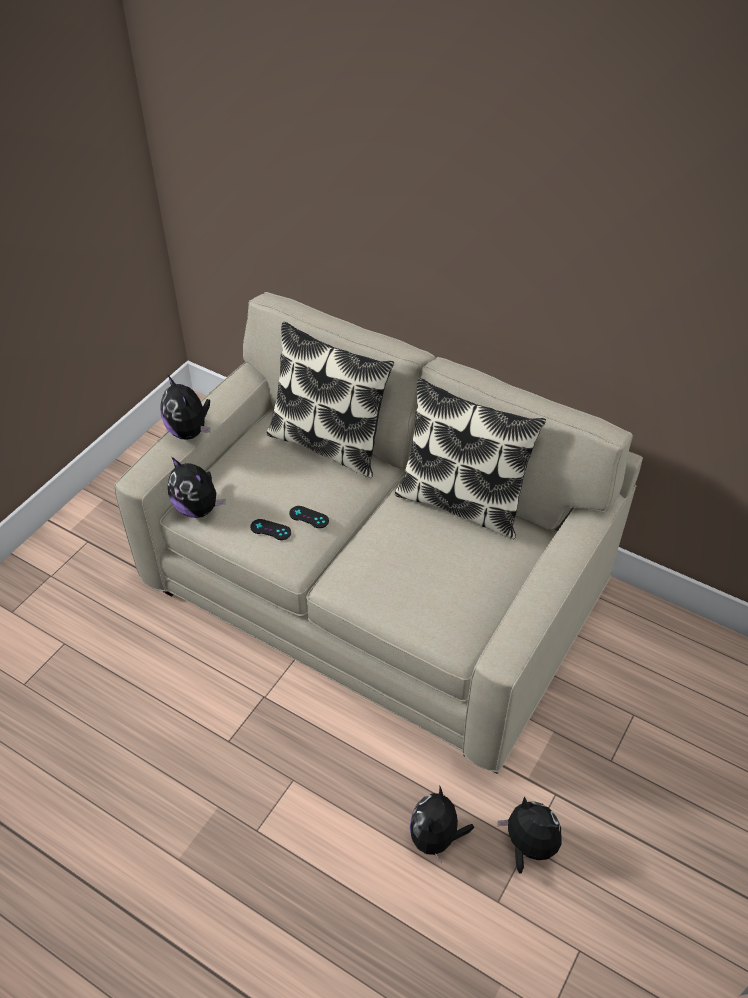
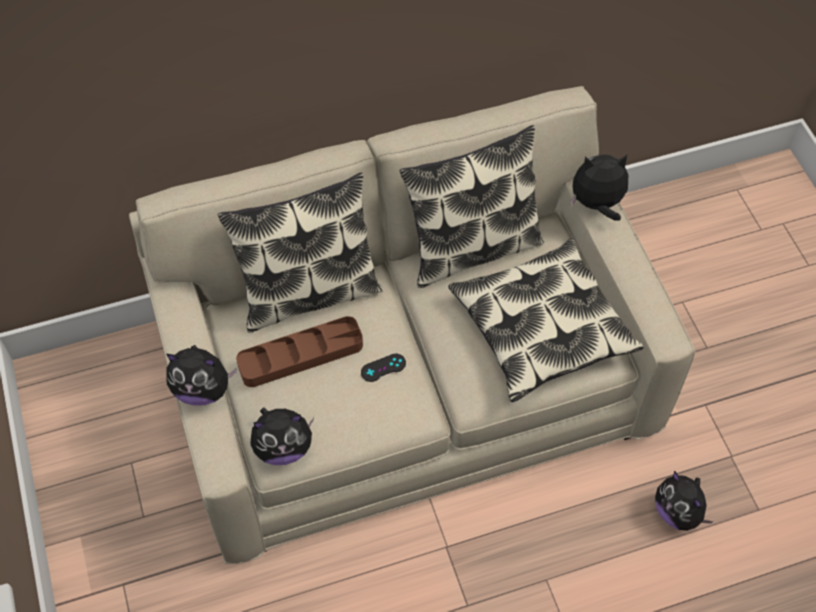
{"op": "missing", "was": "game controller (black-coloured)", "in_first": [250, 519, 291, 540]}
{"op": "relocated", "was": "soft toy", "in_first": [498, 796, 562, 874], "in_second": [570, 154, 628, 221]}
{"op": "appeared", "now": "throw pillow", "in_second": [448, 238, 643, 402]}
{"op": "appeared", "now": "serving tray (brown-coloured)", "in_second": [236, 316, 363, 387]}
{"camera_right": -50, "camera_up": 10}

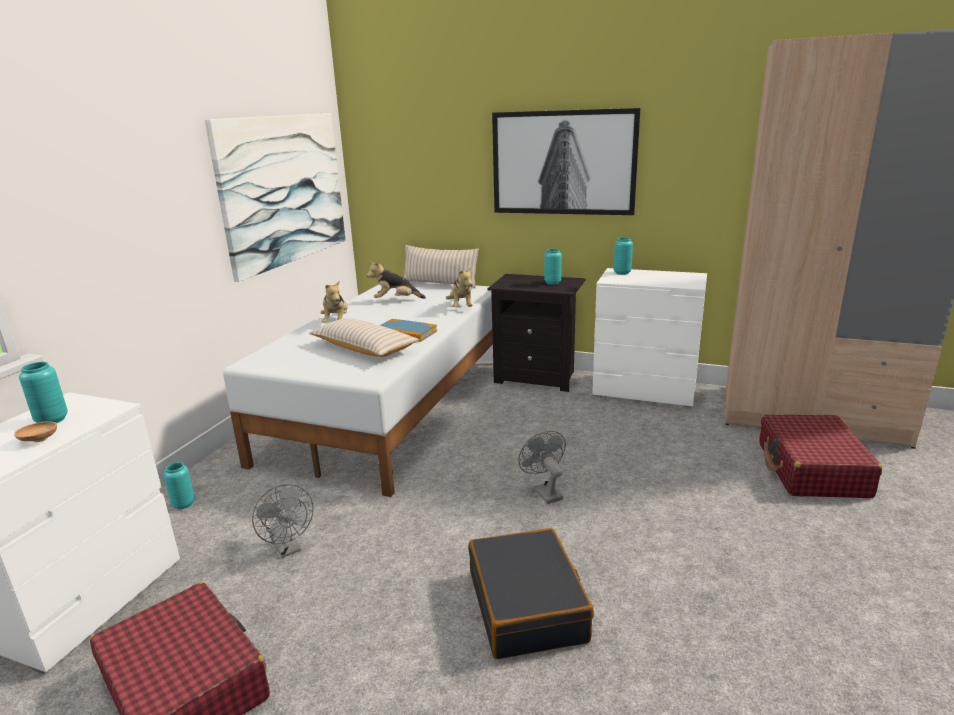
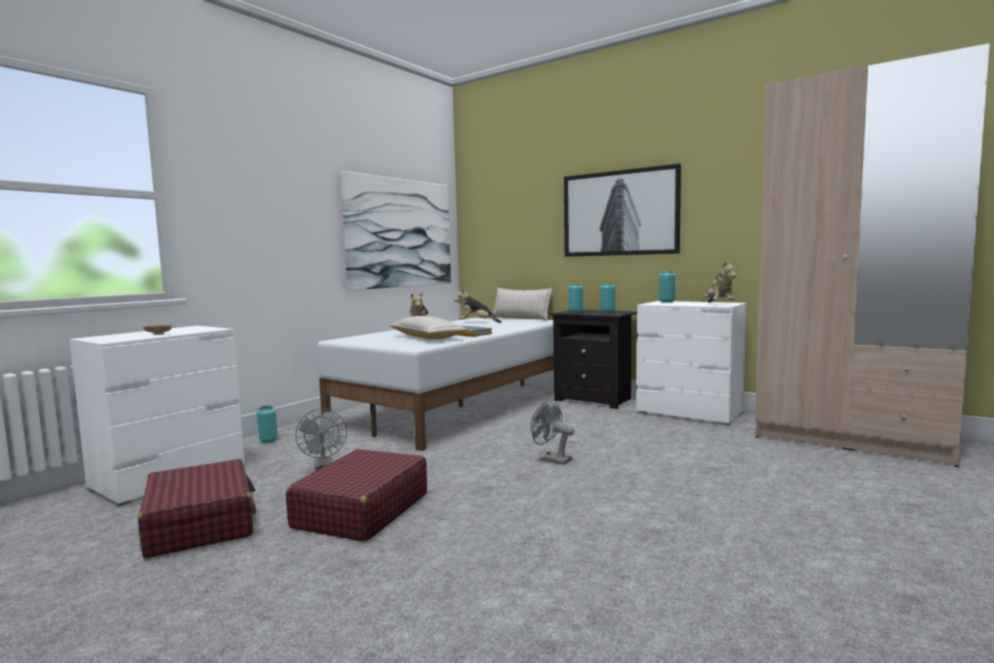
{"op": "relocated", "was": "soft toy", "in_first": [446, 267, 472, 307], "in_second": [704, 261, 736, 303]}
{"op": "relocated", "was": "vase (blue-green)", "in_first": [19, 362, 68, 423], "in_second": [568, 284, 583, 313]}
{"op": "relocated", "was": "travel case (red)", "in_first": [759, 414, 882, 498], "in_second": [286, 449, 427, 542]}
{"op": "spun", "was": "cooling fan (grey)", "in_first": [518, 431, 566, 504], "in_second": [530, 399, 574, 465], "clockwise": -45}
{"op": "missing", "was": "travel case (black-coloured)", "in_first": [468, 528, 594, 659]}
{"camera_right": 15, "camera_up": -15}

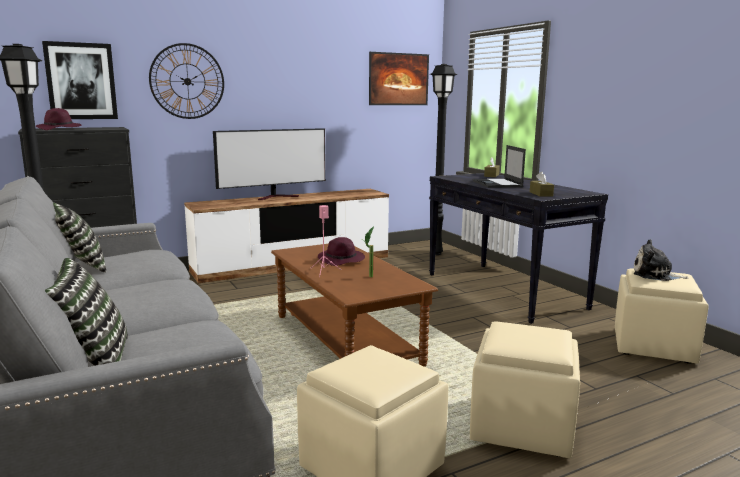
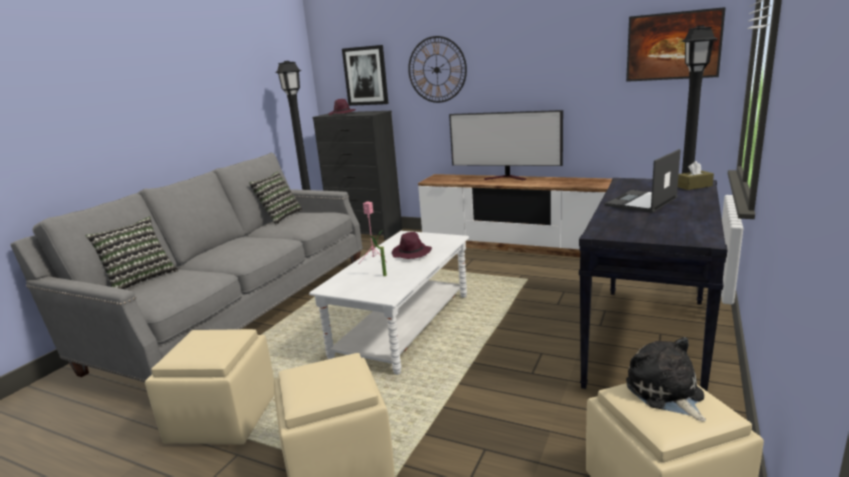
{"op": "missing", "was": "tissue box (brown-coloured)", "in_first": [530, 172, 554, 197]}
{"op": "colour", "was": "lounge table (brown-coloured)", "now": "lounge table (white)", "in_first": [271, 244, 438, 367], "in_second": [309, 231, 469, 375]}
{"camera_right": 55, "camera_up": 5}

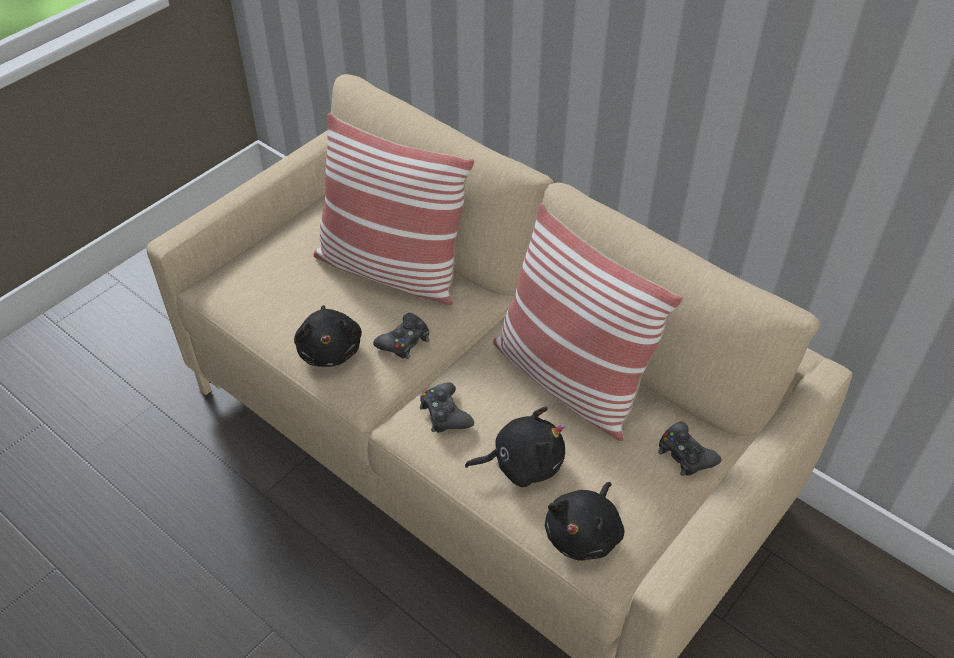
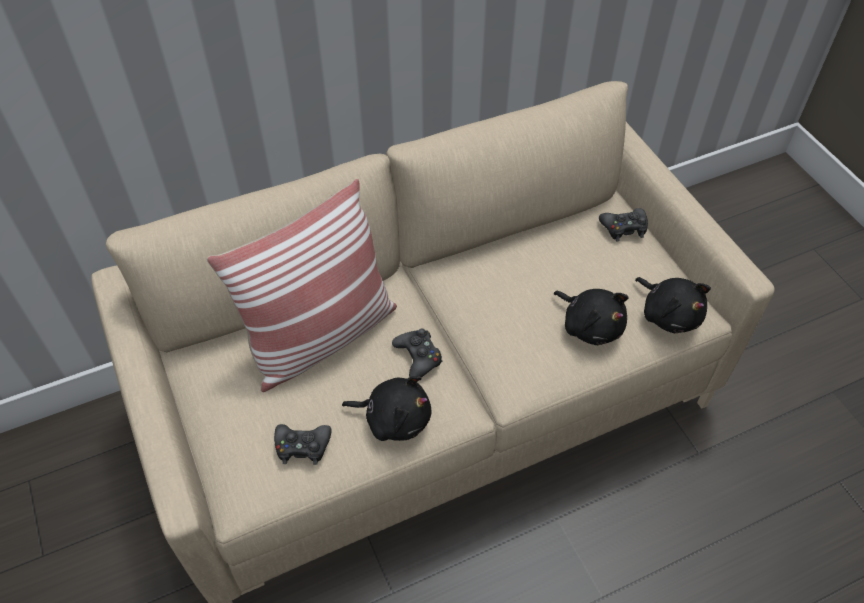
{"op": "missing", "was": "throw pillow", "in_first": [493, 203, 683, 441]}
{"op": "relocated", "was": "game controller (black-coloured)", "in_first": [420, 382, 474, 433], "in_second": [274, 424, 332, 465]}
{"op": "spun", "was": "soft toy (black-coloured)", "in_first": [465, 407, 565, 487], "in_second": [554, 289, 629, 345], "clockwise": 120}
{"camera_right": -65, "camera_up": 5}

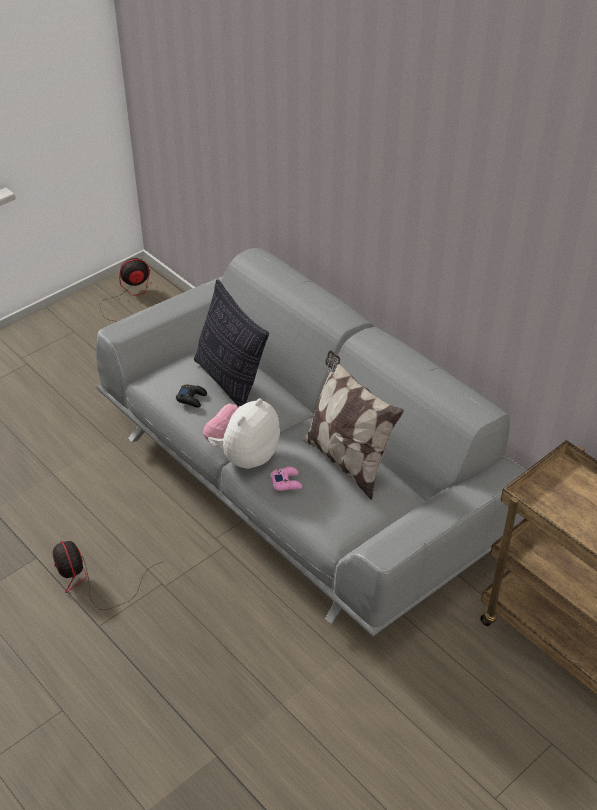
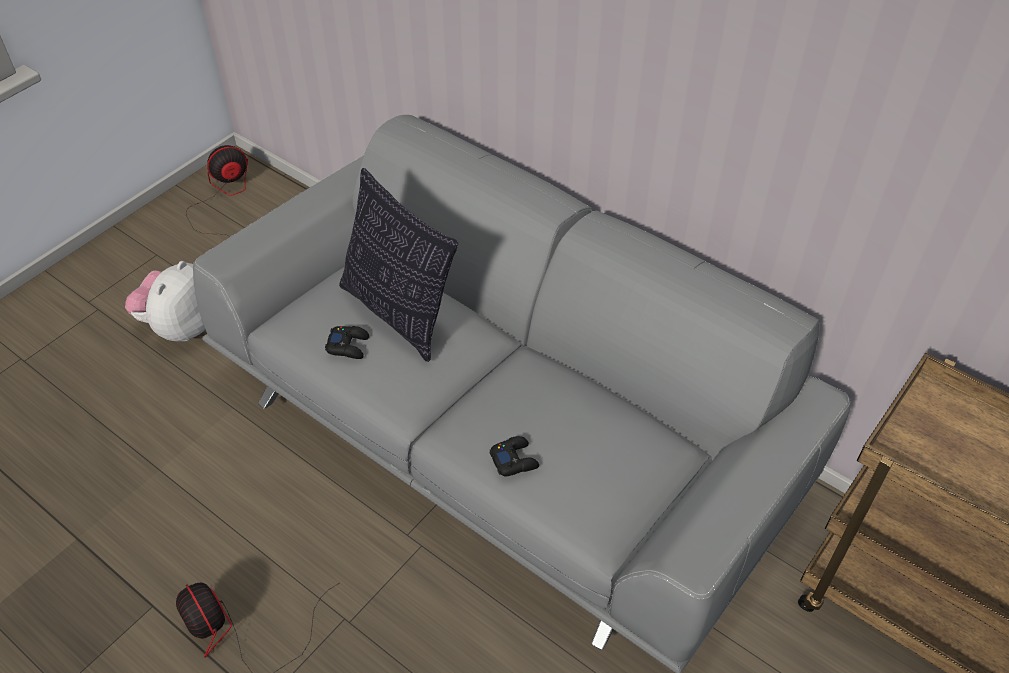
{"op": "missing", "was": "throw pillow", "in_first": [302, 350, 404, 500]}
{"op": "relocated", "was": "soft toy", "in_first": [203, 398, 280, 469], "in_second": [125, 261, 206, 342]}
{"op": "colour", "was": "game controller (pink)", "now": "game controller (black-coloured)", "in_first": [271, 467, 302, 491], "in_second": [489, 436, 539, 476]}
{"camera_right": -10, "camera_up": 5}

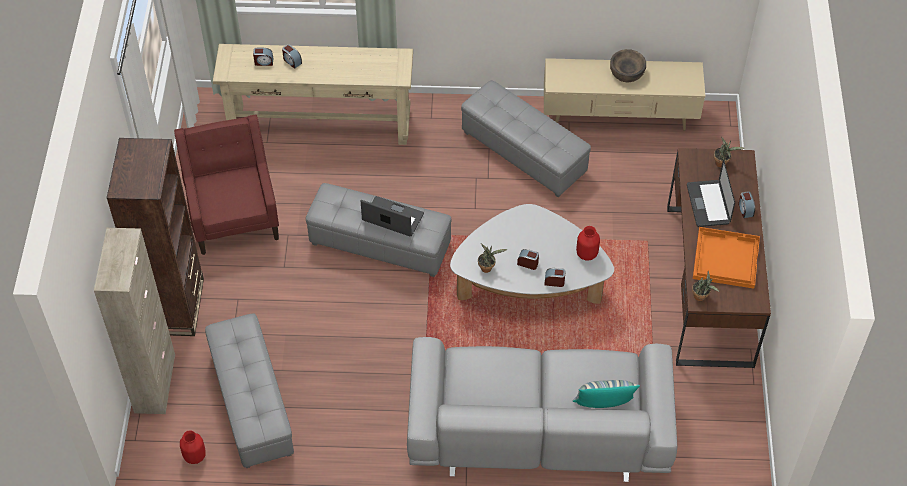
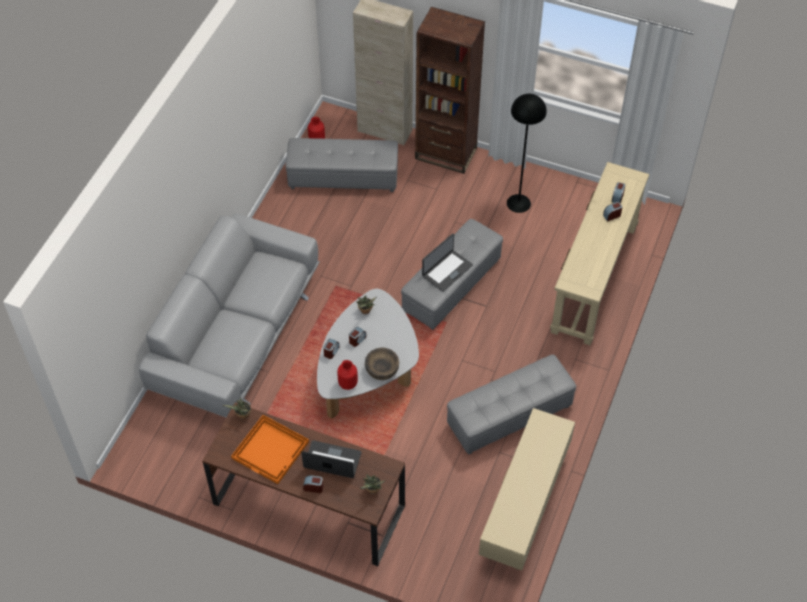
{"op": "relocated", "was": "deep dish (brown-coloured)", "in_first": [610, 49, 646, 82], "in_second": [365, 347, 399, 380]}
{"op": "exchanged", "was": "armchair (red)", "now": "standard lamp (black-coloured)", "in_first": [174, 114, 279, 255], "in_second": [507, 94, 547, 213]}
{"op": "missing", "was": "throw pillow", "in_first": [573, 380, 640, 408]}
{"camera_right": 110, "camera_up": 0}

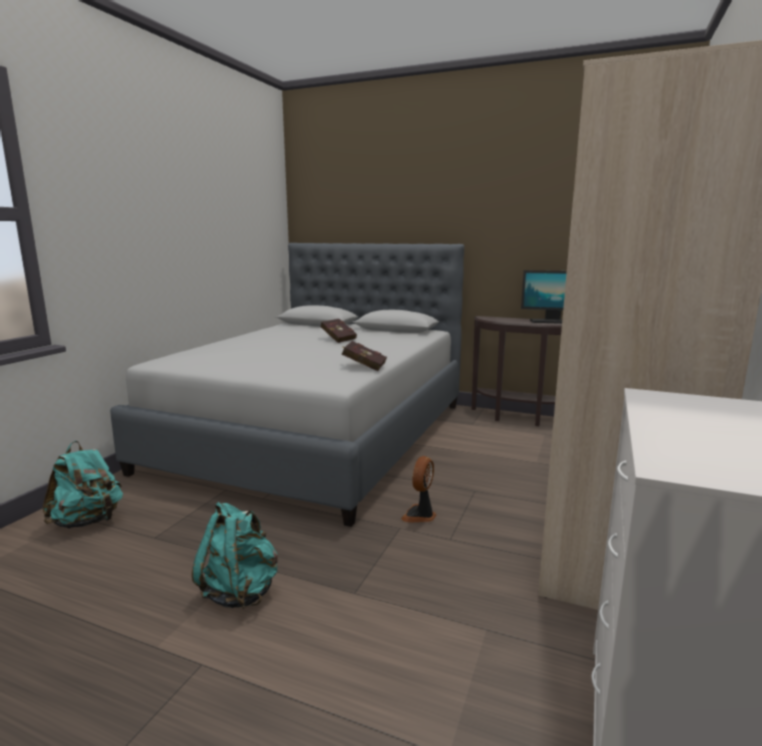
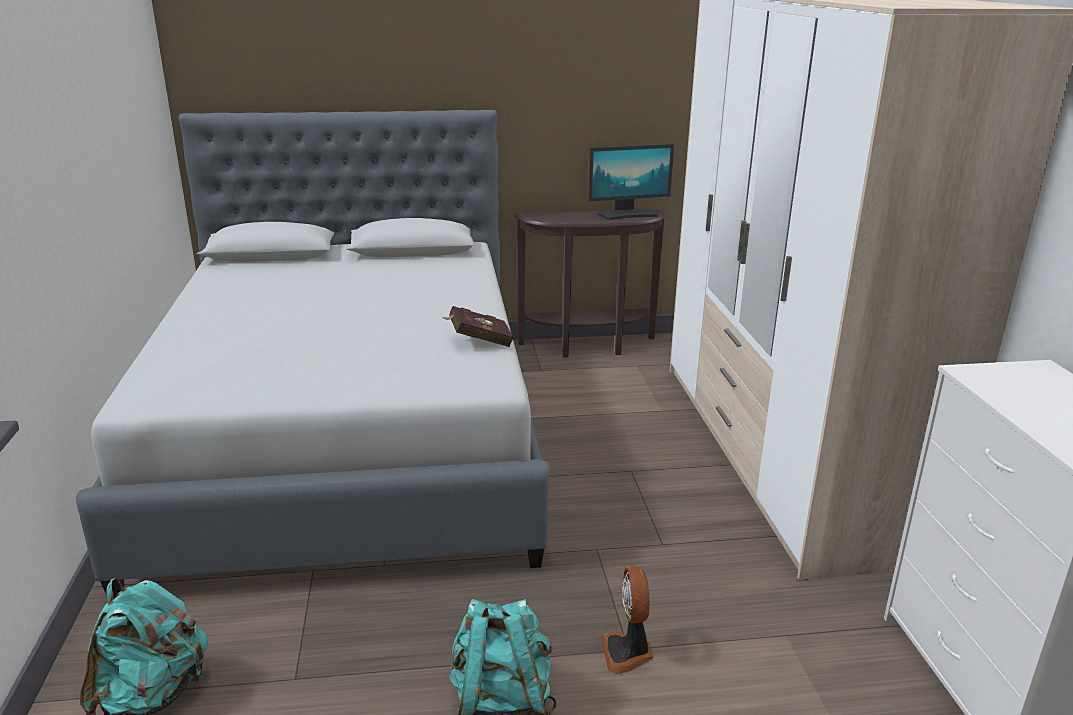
{"op": "missing", "was": "bound book (red)", "in_first": [320, 319, 357, 343]}
{"op": "relocated", "was": "cooling fan", "in_first": [401, 456, 437, 523], "in_second": [601, 566, 654, 674]}
{"camera_right": -30, "camera_up": 10}

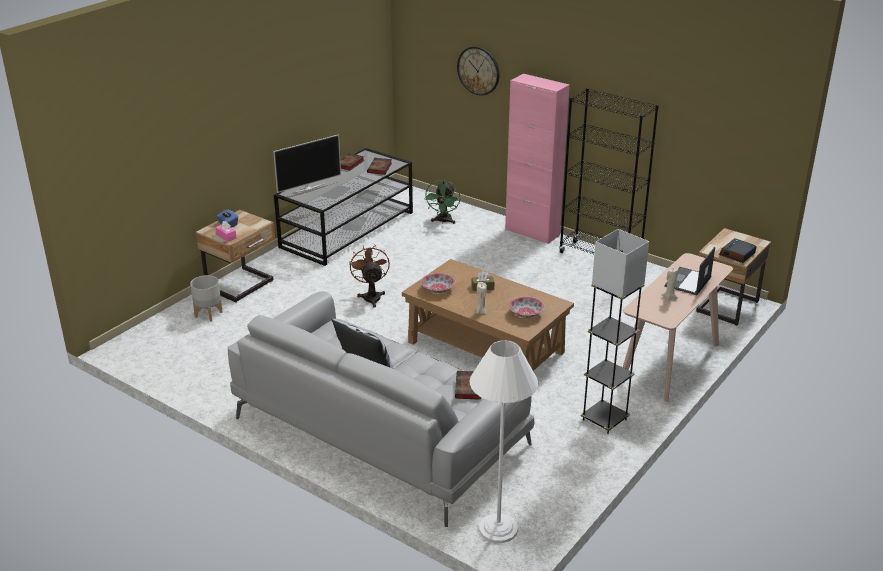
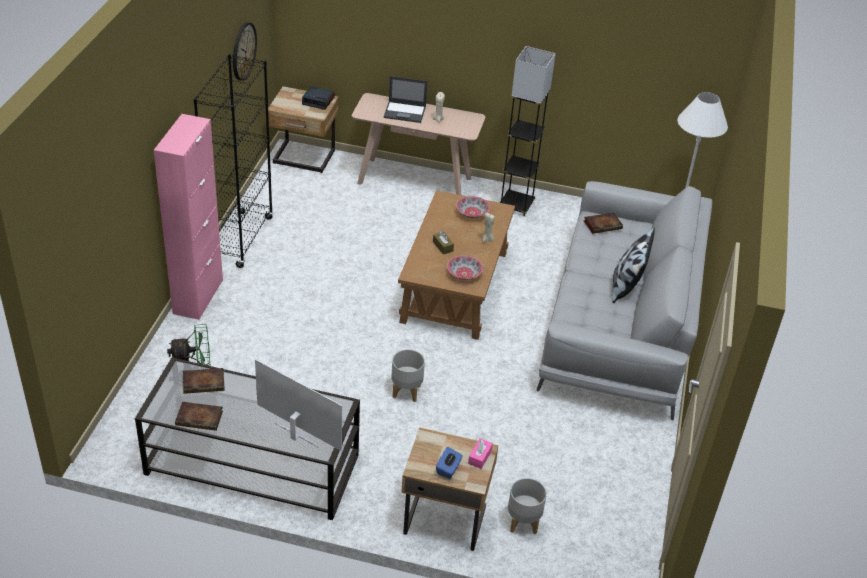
{"op": "relocated", "was": "clock on the wall", "in_first": [457, 46, 499, 96], "in_second": [233, 22, 257, 81]}
{"op": "exchanged", "was": "cooling fan (brown-coloured)", "now": "plant pot (grey)", "in_first": [349, 245, 390, 307], "in_second": [391, 349, 425, 402]}
{"camera_right": -115, "camera_up": 10}

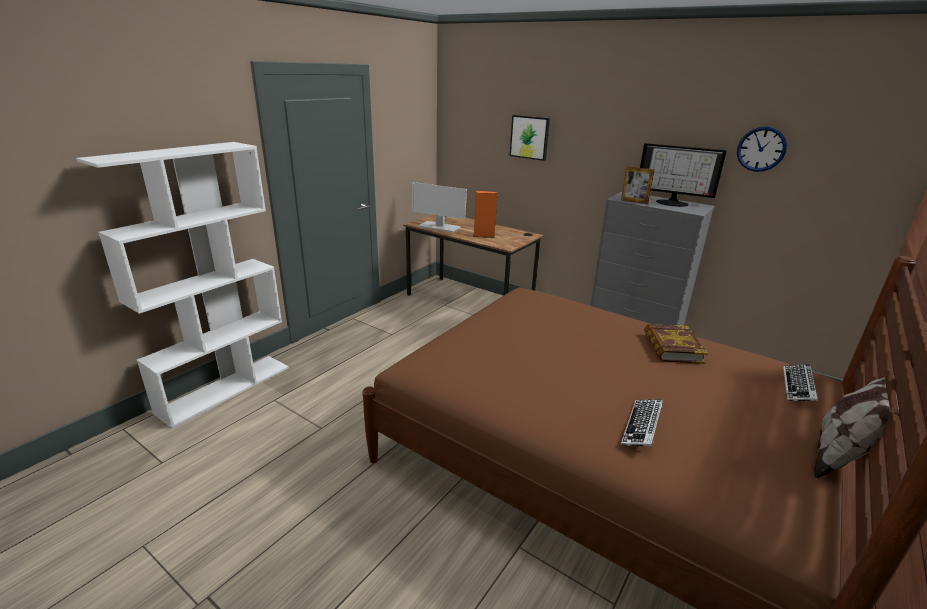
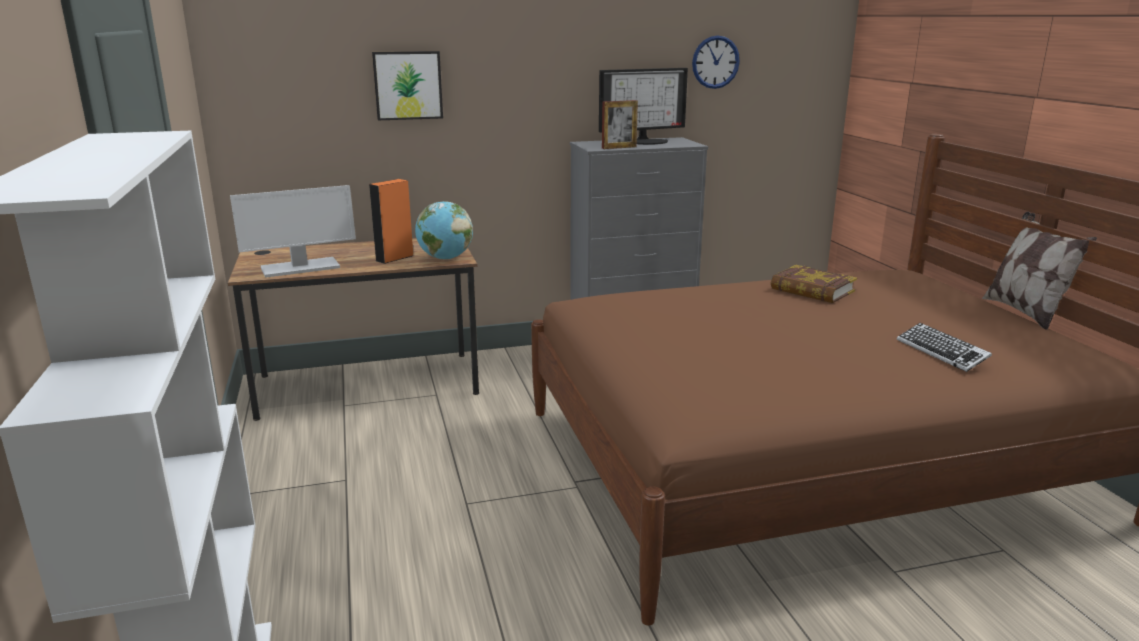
{"op": "missing", "was": "computer keyboard", "in_first": [783, 364, 818, 401]}
{"op": "appeared", "now": "desk globe", "in_second": [415, 201, 473, 259]}
{"camera_right": -50, "camera_up": -5}

